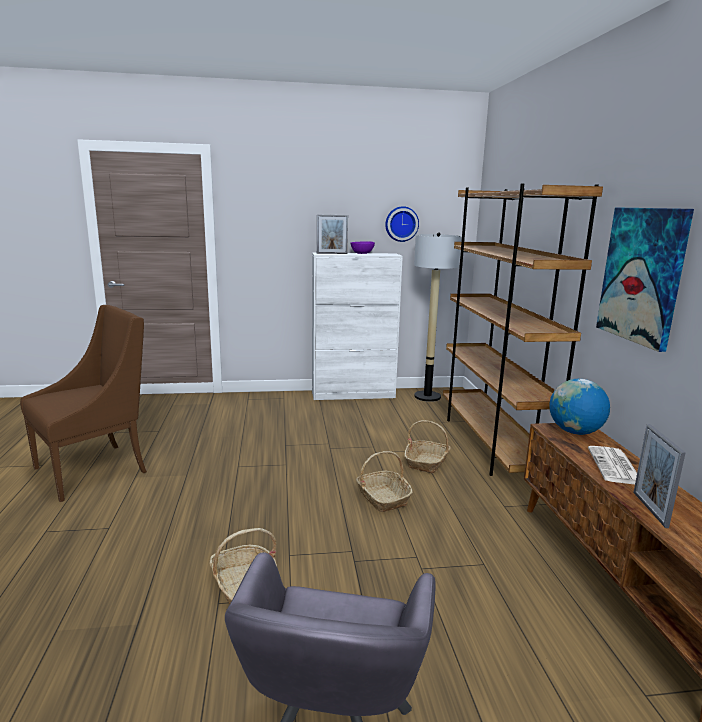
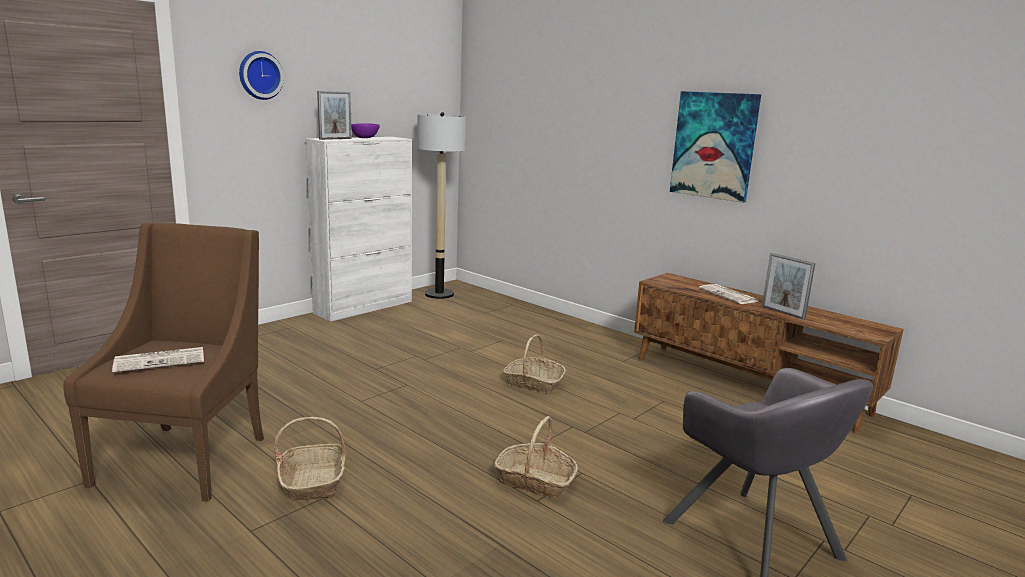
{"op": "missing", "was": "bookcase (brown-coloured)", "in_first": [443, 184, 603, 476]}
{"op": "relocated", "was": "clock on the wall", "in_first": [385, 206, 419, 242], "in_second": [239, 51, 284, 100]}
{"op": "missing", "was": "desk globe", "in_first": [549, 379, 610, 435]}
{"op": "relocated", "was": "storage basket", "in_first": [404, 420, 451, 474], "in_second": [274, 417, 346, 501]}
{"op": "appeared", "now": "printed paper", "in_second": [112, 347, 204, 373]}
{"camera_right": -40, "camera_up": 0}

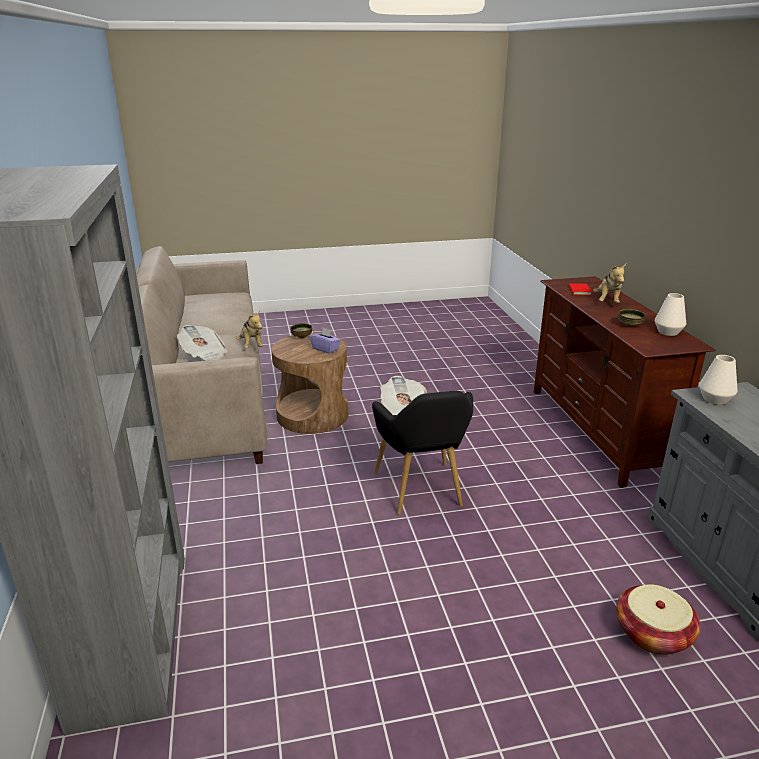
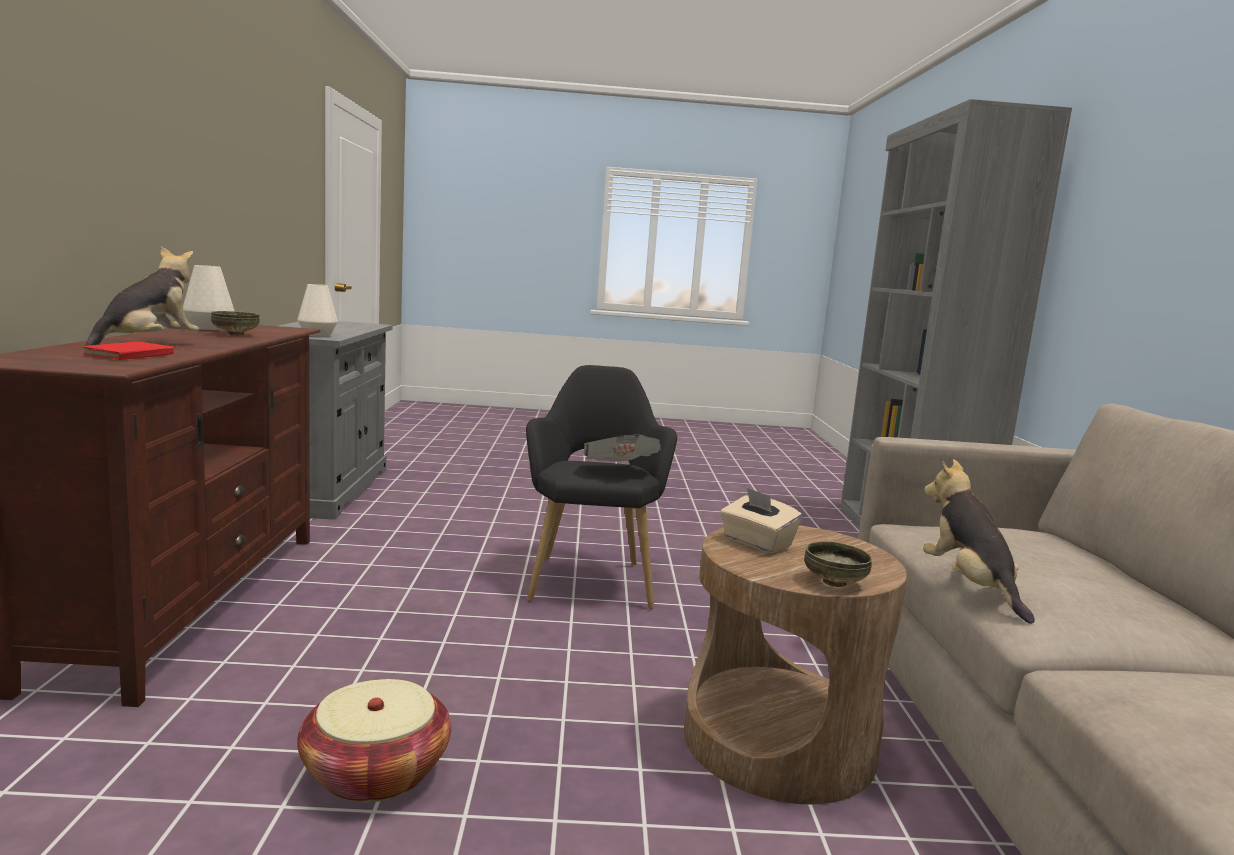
{"op": "missing", "was": "printed paper", "in_first": [177, 325, 227, 361]}
{"op": "colour", "was": "tissue box (purple-coloured)", "now": "tissue box (sand-coloured)", "in_first": [310, 328, 341, 354], "in_second": [720, 488, 802, 553]}
{"op": "relocated", "was": "storage basket", "in_first": [616, 584, 700, 655], "in_second": [297, 679, 451, 803]}
{"camera_right": -170, "camera_up": -15}

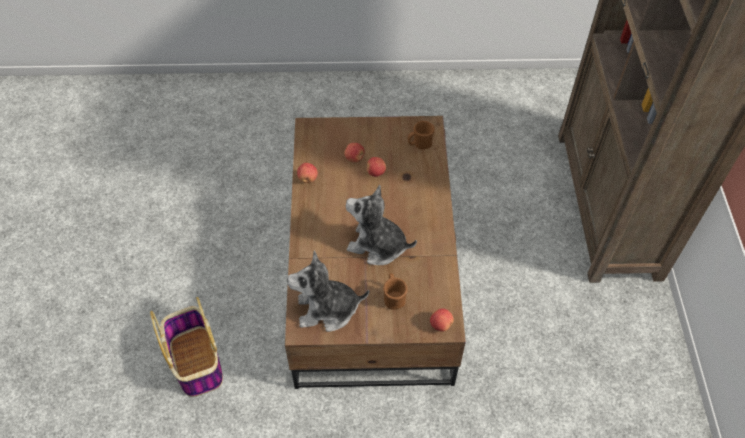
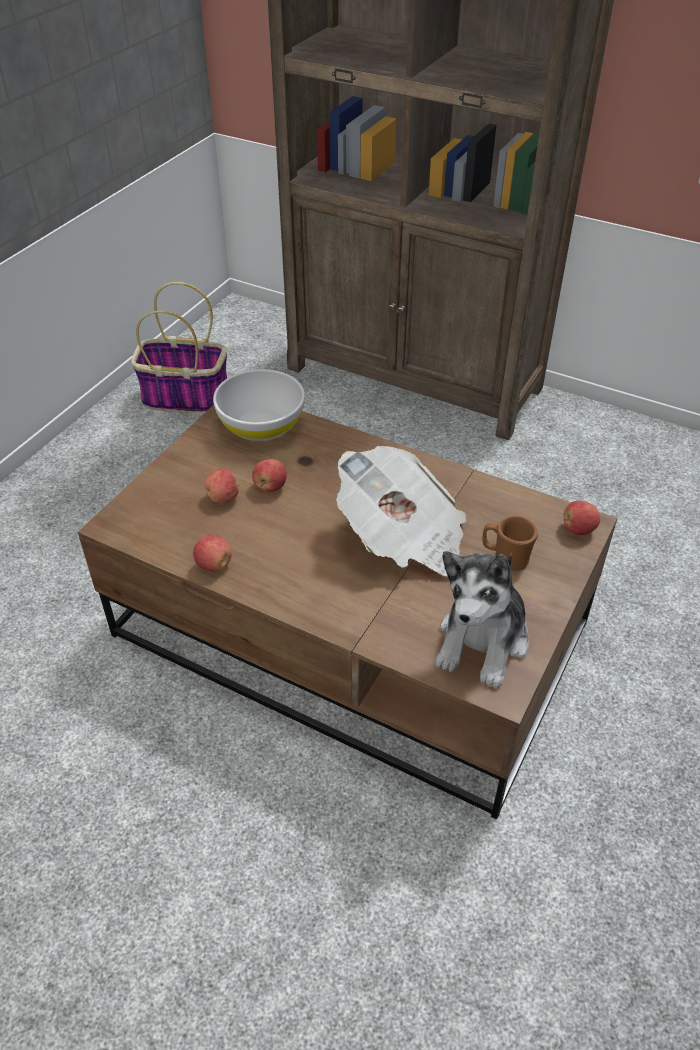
{"op": "exchanged", "was": "mug (brown-coloured)", "now": "deep dish (white)", "in_first": [408, 121, 435, 149], "in_second": [213, 369, 305, 441]}
{"op": "exchanged", "was": "soft toy", "now": "printed paper", "in_first": [346, 185, 417, 265], "in_second": [336, 446, 466, 577]}
{"op": "relocated", "was": "storage basket", "in_first": [150, 297, 223, 397], "in_second": [131, 282, 227, 414]}
{"camera_right": -60, "camera_up": -10}

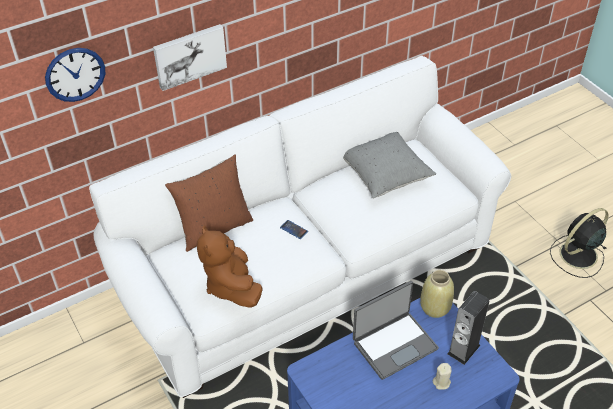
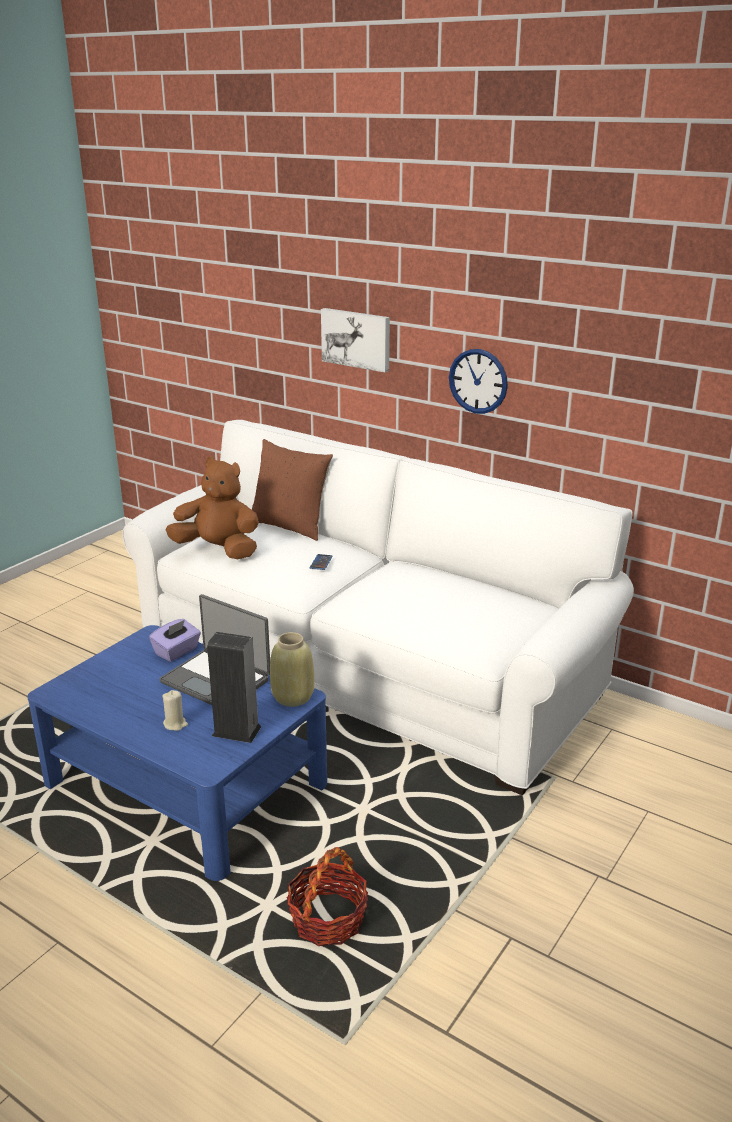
{"op": "relocated", "was": "clock on the wall", "in_first": [45, 48, 105, 102], "in_second": [449, 349, 508, 414]}
{"op": "missing", "was": "throw pillow (grey)", "in_first": [343, 132, 436, 198]}
{"op": "missing", "was": "cooling fan (black-coloured)", "in_first": [550, 208, 609, 278]}
{"op": "spun", "was": "soft toy (brown-coloured)", "in_first": [197, 225, 263, 308], "in_second": [166, 457, 259, 559], "clockwise": 60}
{"op": "appeared", "now": "tissue box (purple-coloured)", "in_second": [149, 619, 201, 662]}
{"op": "appeared", "now": "storage basket", "in_second": [287, 847, 368, 946]}
{"camera_right": 65, "camera_up": -20}

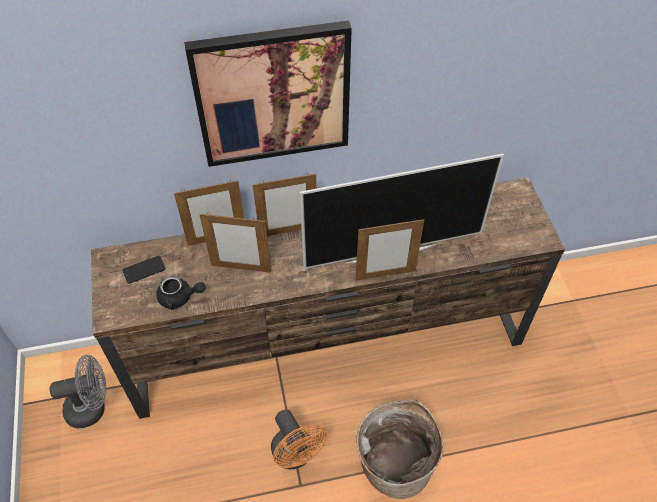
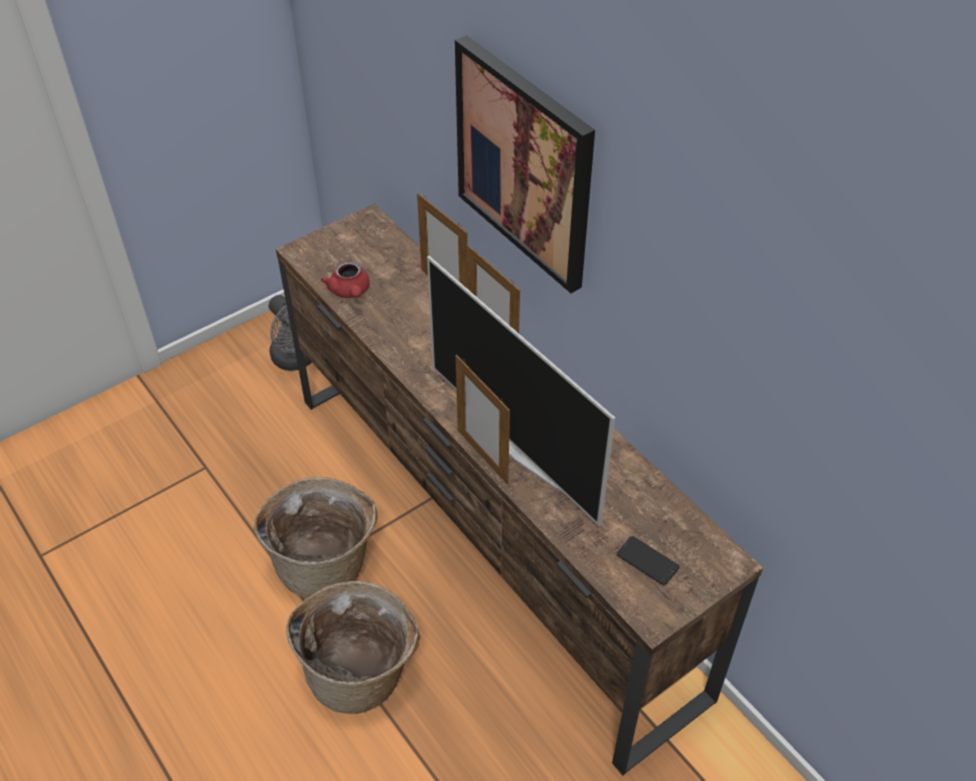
{"op": "missing", "was": "standing frame", "in_first": [199, 213, 271, 273]}
{"op": "relocated", "was": "handset", "in_first": [123, 256, 166, 284], "in_second": [616, 536, 680, 586]}
{"op": "colour", "was": "tea pot (black-coloured)", "now": "tea pot (red)", "in_first": [156, 276, 206, 310], "in_second": [321, 261, 370, 298]}
{"op": "exchanged", "was": "cooling fan (orange-coloured)", "now": "storage basket", "in_first": [271, 410, 327, 469], "in_second": [254, 477, 378, 598]}
{"camera_right": 65, "camera_up": -5}

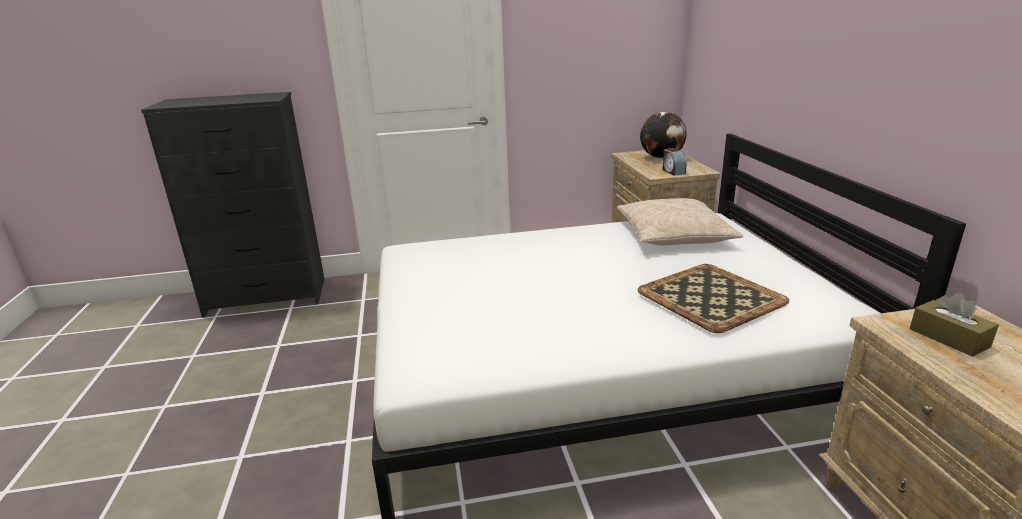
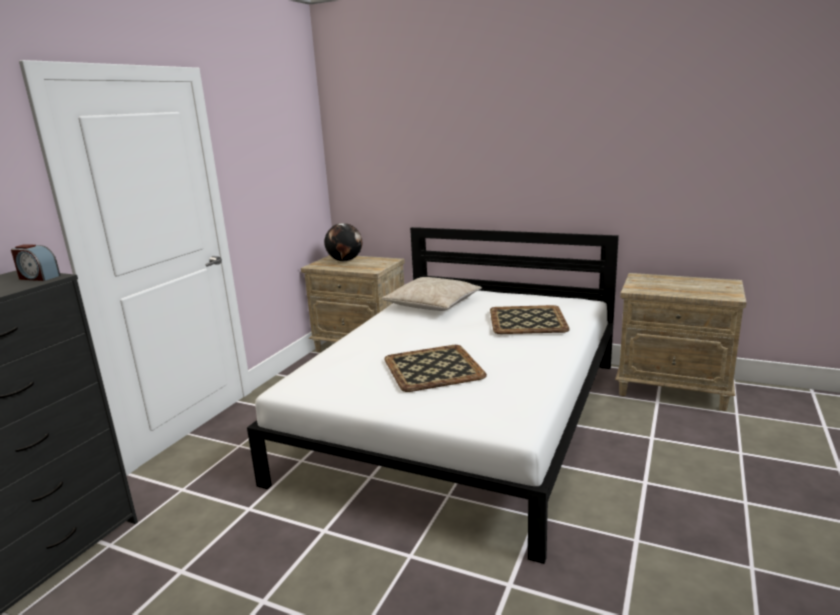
{"op": "relocated", "was": "table clock", "in_first": [662, 148, 687, 176], "in_second": [11, 244, 61, 281]}
{"op": "missing", "was": "tissue box (brown-coloured)", "in_first": [910, 293, 999, 357]}
{"op": "appeared", "now": "serving tray", "in_second": [384, 345, 487, 392]}
{"camera_right": -55, "camera_up": -5}

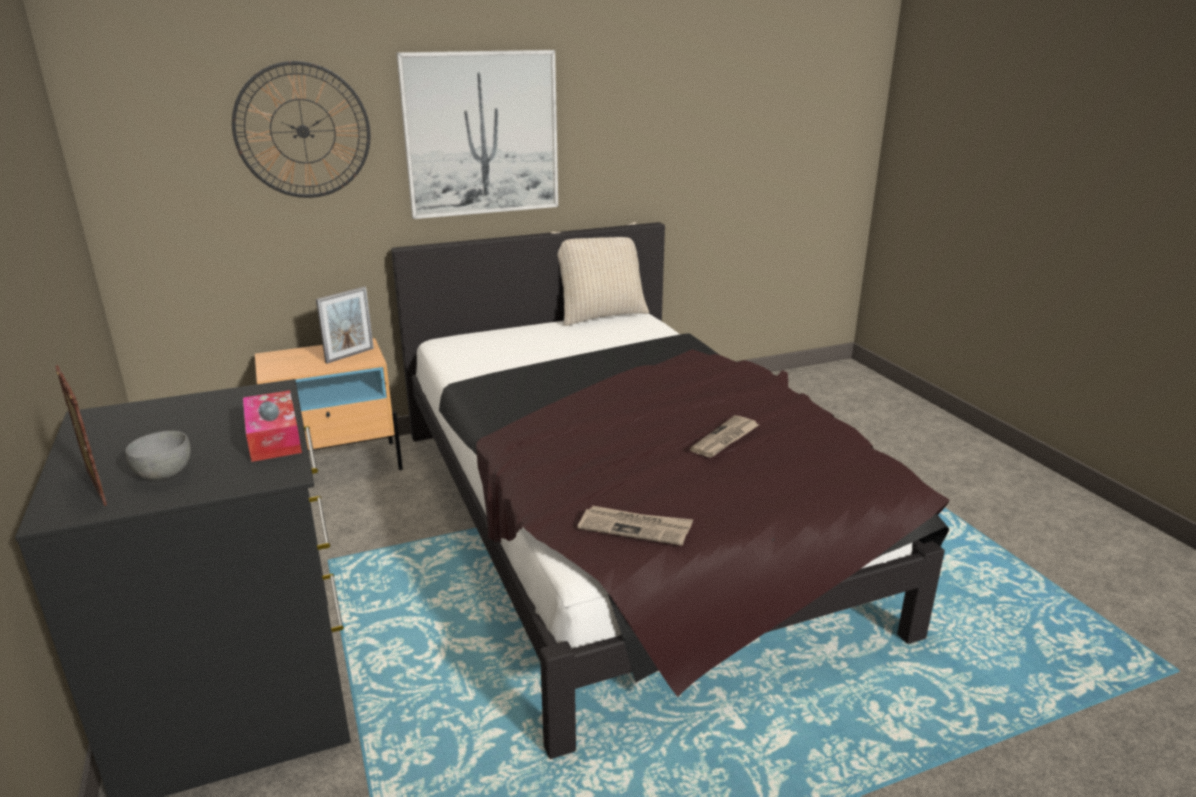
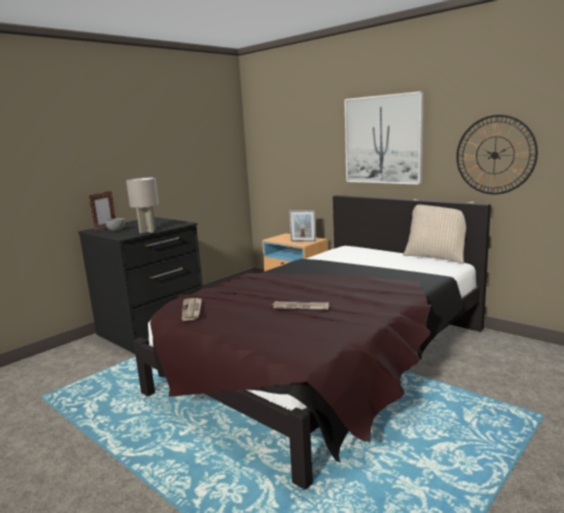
{"op": "relocated", "was": "clock on the wall", "in_first": [232, 61, 371, 198], "in_second": [456, 115, 538, 194]}
{"op": "exchanged", "was": "tissue box", "now": "tabletop lamp (grey)", "in_first": [243, 390, 302, 462], "in_second": [126, 178, 159, 233]}
{"camera_right": 65, "camera_up": -10}

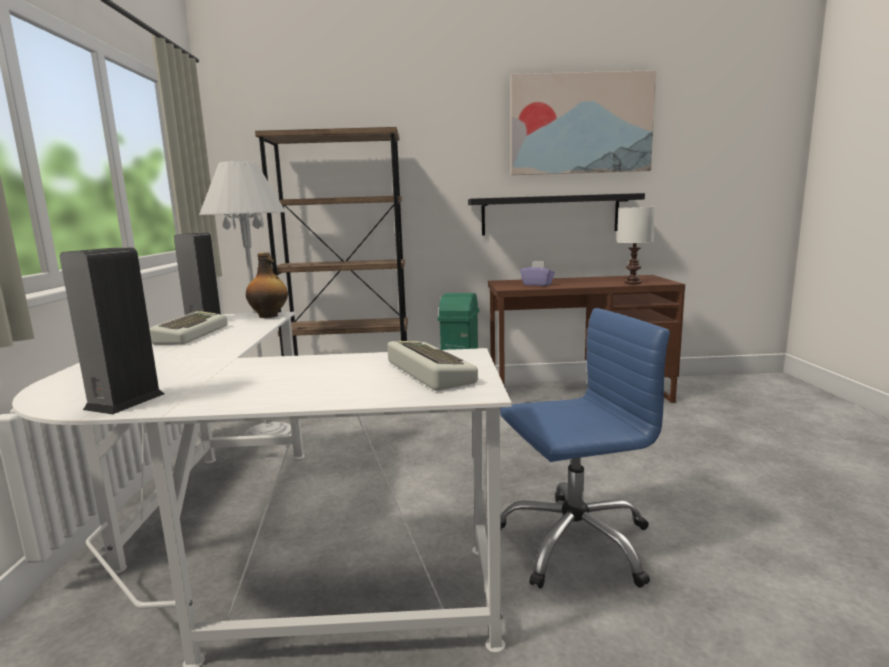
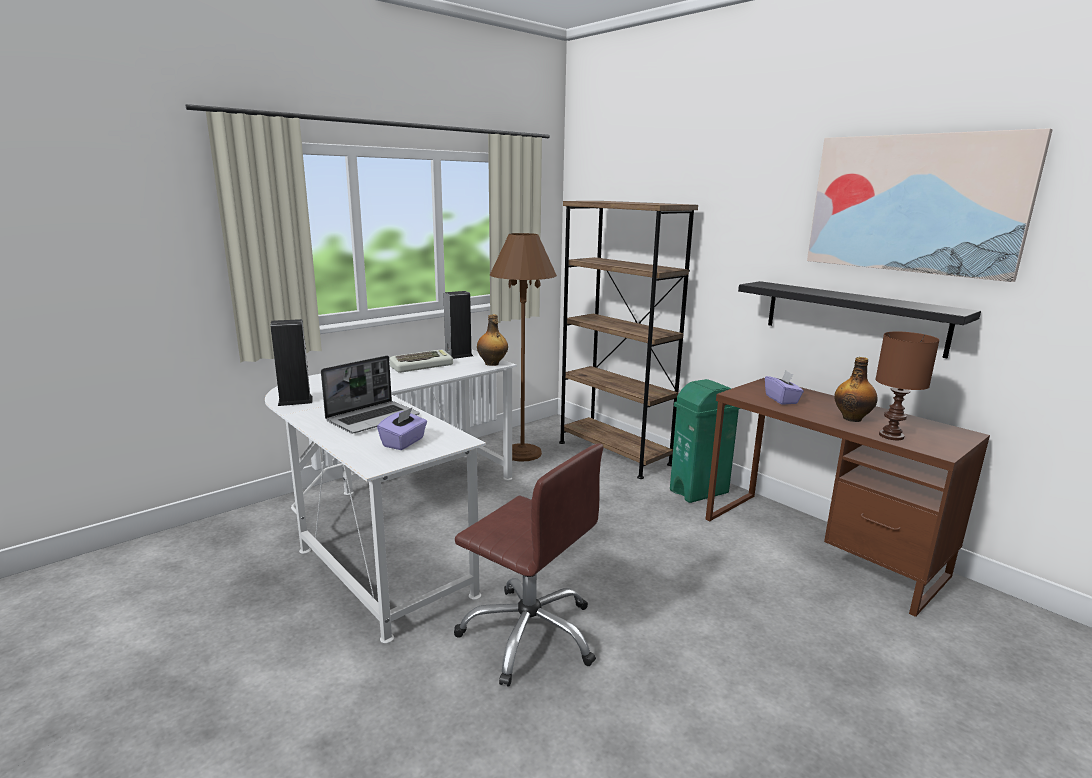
{"op": "colour", "was": "standard lamp (white)", "now": "standard lamp (brown-coloured)", "in_first": [199, 161, 292, 436], "in_second": [490, 233, 557, 461]}
{"op": "colour", "was": "tabletop lamp (white)", "now": "tabletop lamp (brown-coloured)", "in_first": [617, 207, 655, 284], "in_second": [875, 331, 940, 440]}
{"op": "colour", "was": "computer chair (blue)", "now": "computer chair (brown-coloured)", "in_first": [500, 308, 670, 589], "in_second": [454, 443, 603, 687]}
{"op": "exchanged", "was": "computer keyboard", "now": "tissue box (purple-coloured)", "in_first": [387, 341, 478, 391], "in_second": [377, 407, 427, 450]}
{"op": "appeared", "now": "portable computer", "in_second": [321, 356, 420, 433]}
{"op": "appeared", "now": "beverage bottle", "in_second": [834, 357, 878, 422]}
{"camera_right": 50, "camera_up": 5}

